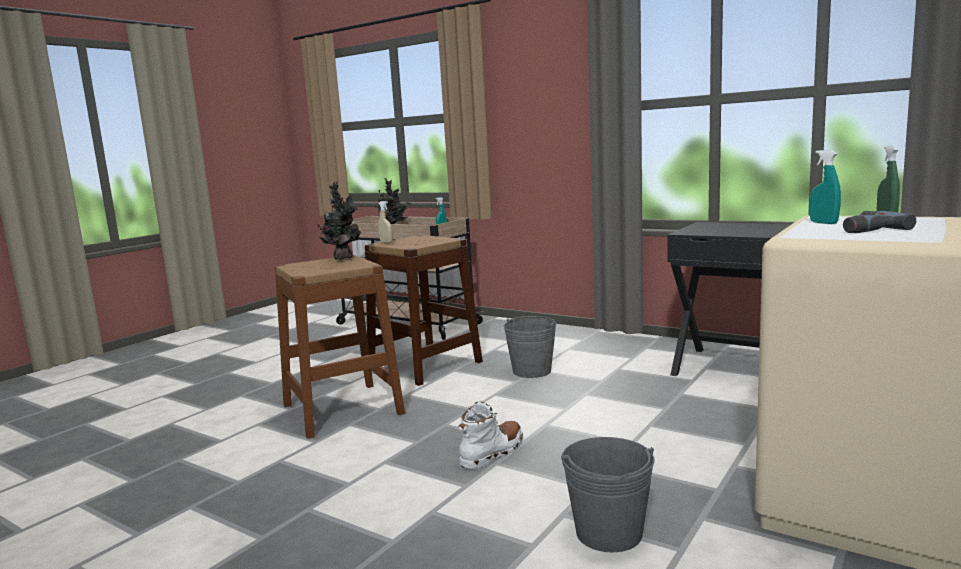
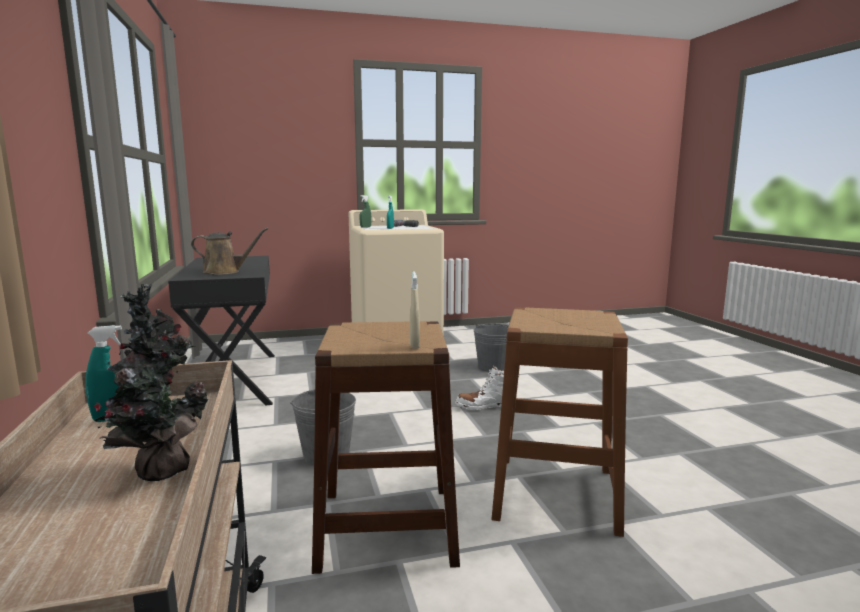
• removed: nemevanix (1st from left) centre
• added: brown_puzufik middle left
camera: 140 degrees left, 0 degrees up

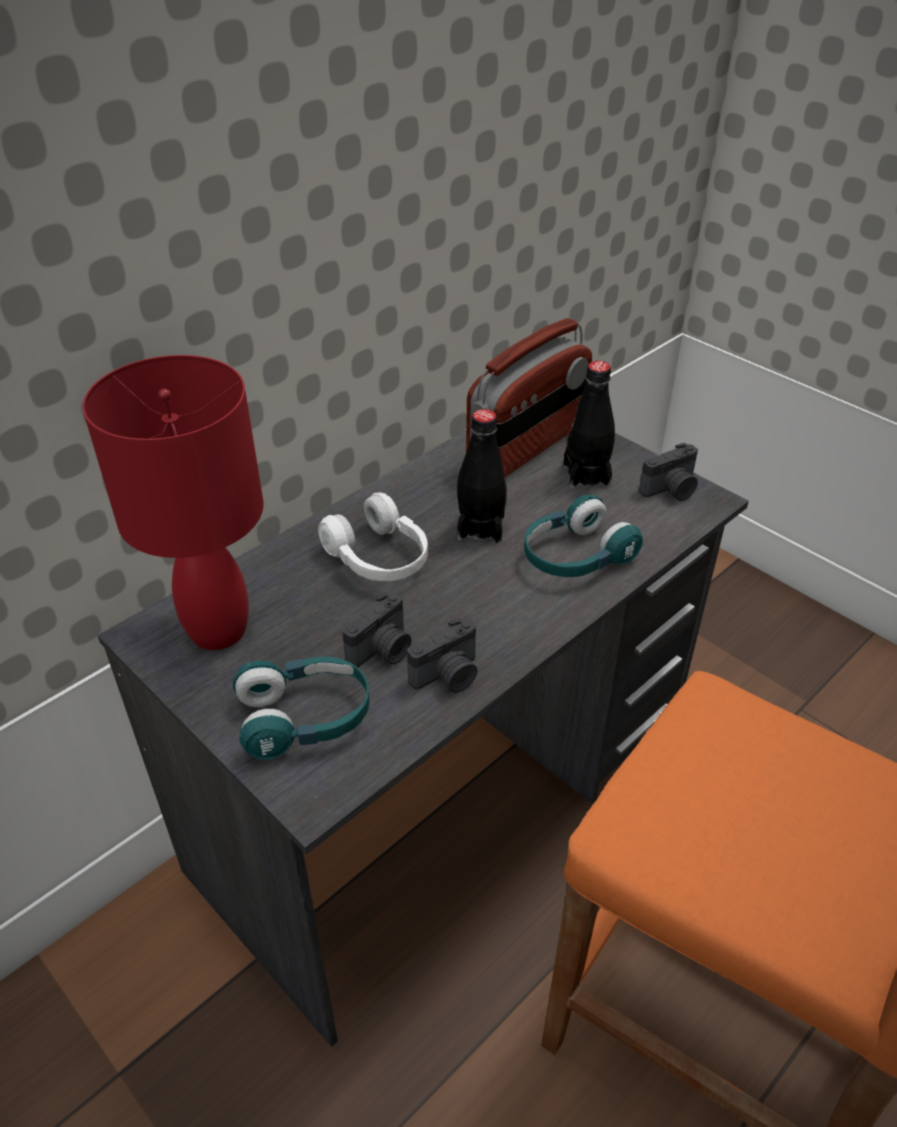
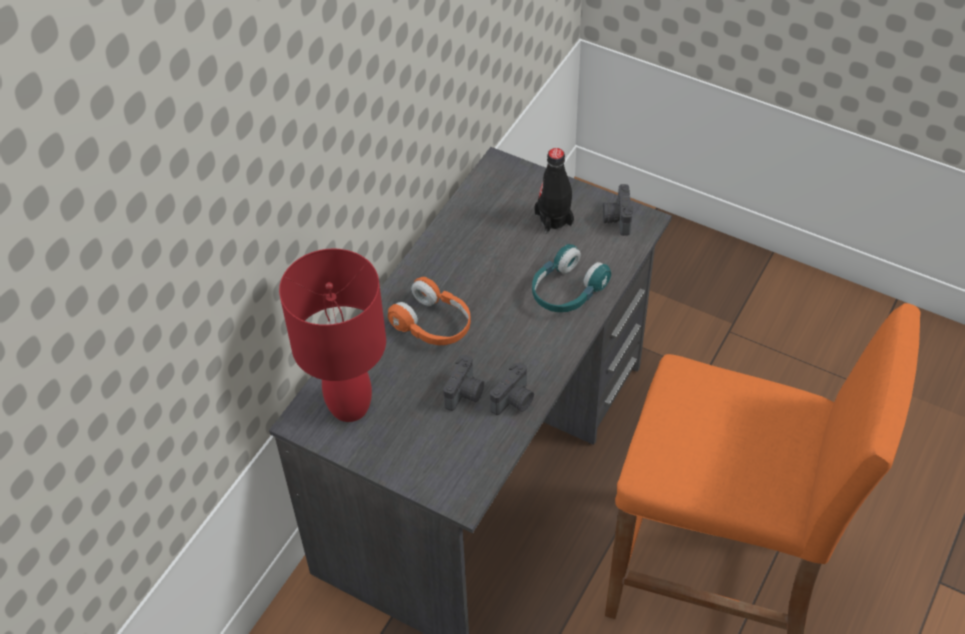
• removed: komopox centre
• removed: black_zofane (1st from left) centre
• turned: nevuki (3rd from left) middle right = top centre 135 degrees clockwise
• recoloured: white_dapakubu centre to orange_dapakubu centre
• removed: turquoise_dapakubu (1st from left) centre
camera: 15 degrees left, 10 degrees up

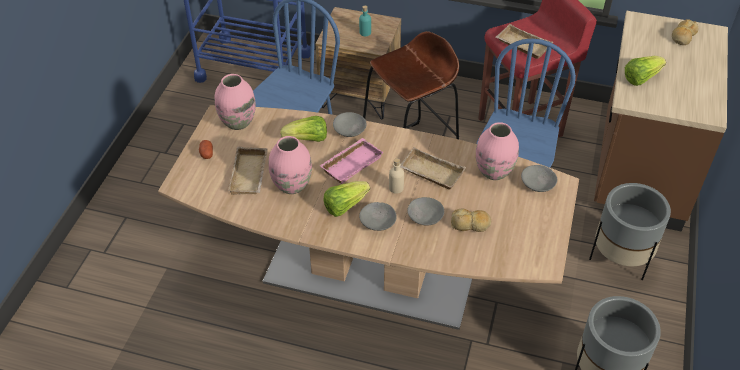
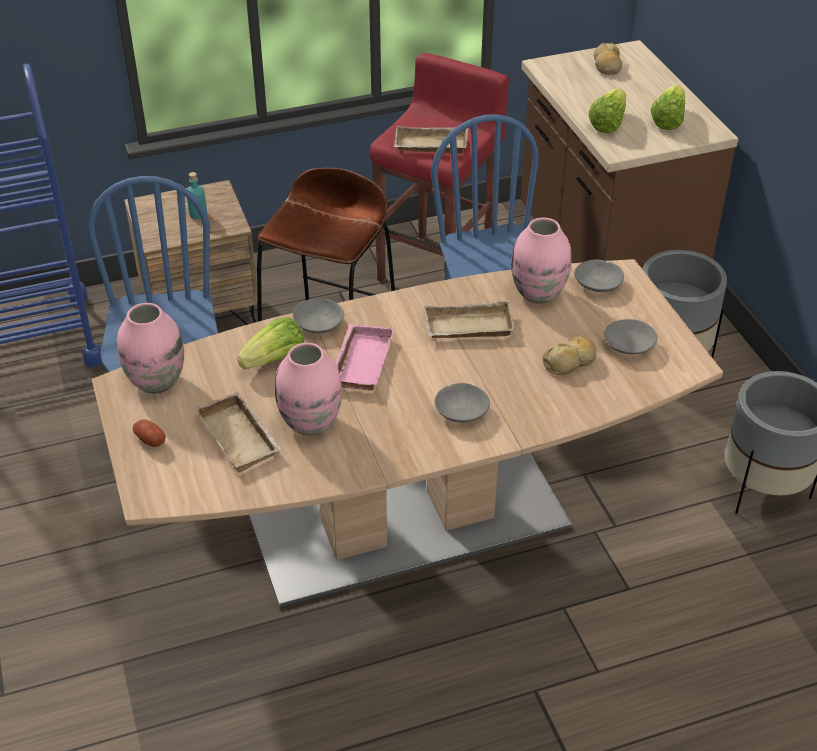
• removed: beige_zofane centre
• moved: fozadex (2nd from left in the first image) centre to fozadex (3rd from left) top right
• moved: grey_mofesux (3rd from left in the first image) centre to grey_mofesux (4th from left) middle right
camera: 35 degrees left, 5 degrees down

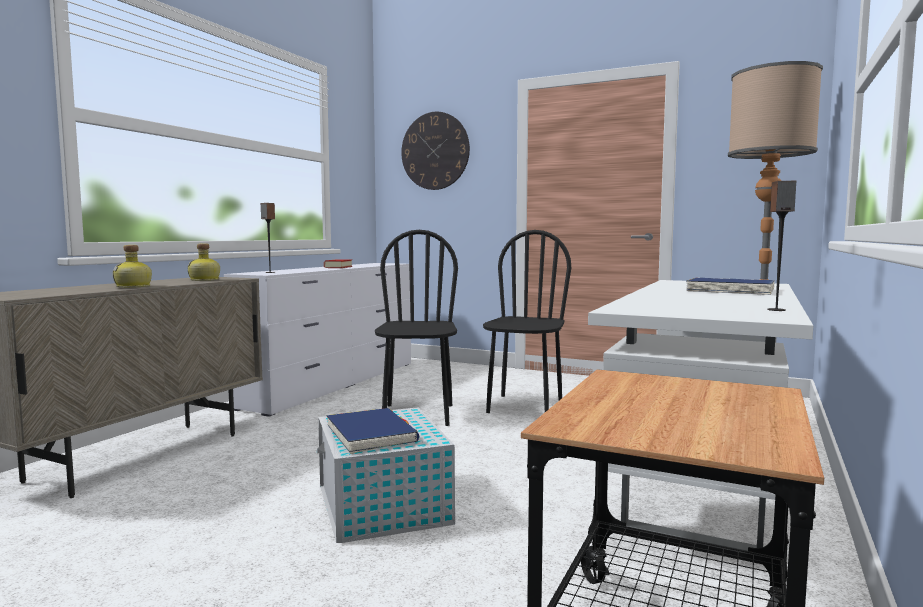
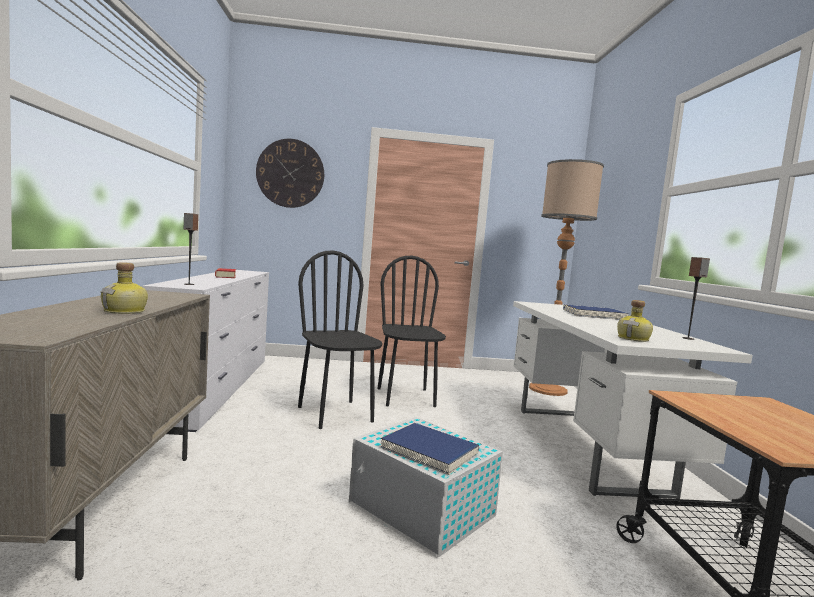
• moved: zofane (2nd from left) middle left to middle right
camera: 30 degrees left, 0 degrees up

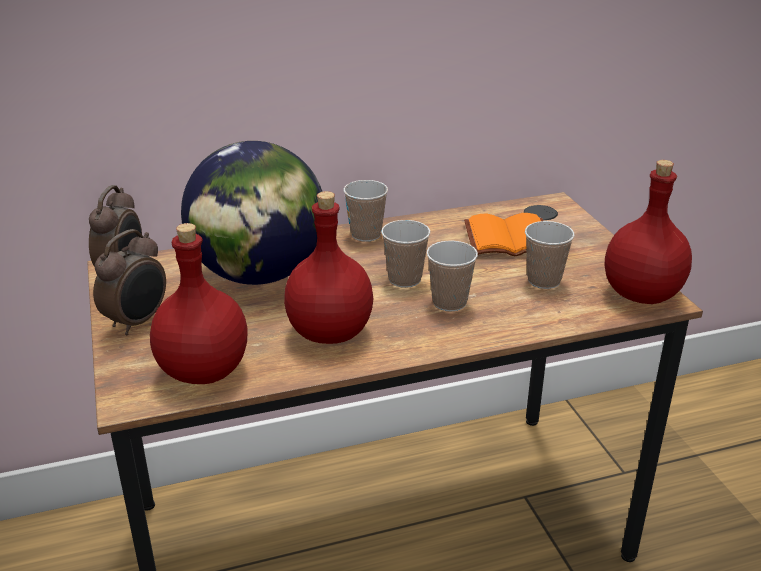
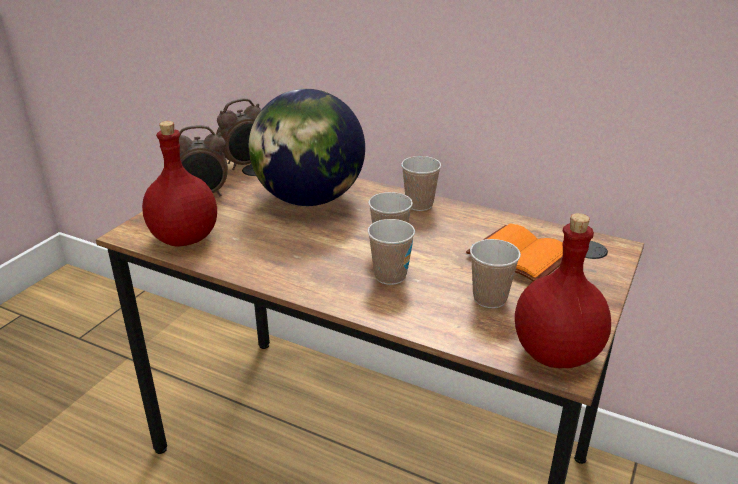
• removed: red_zofane (2nd from left) centre
camera: 45 degrees right, 0 degrees up

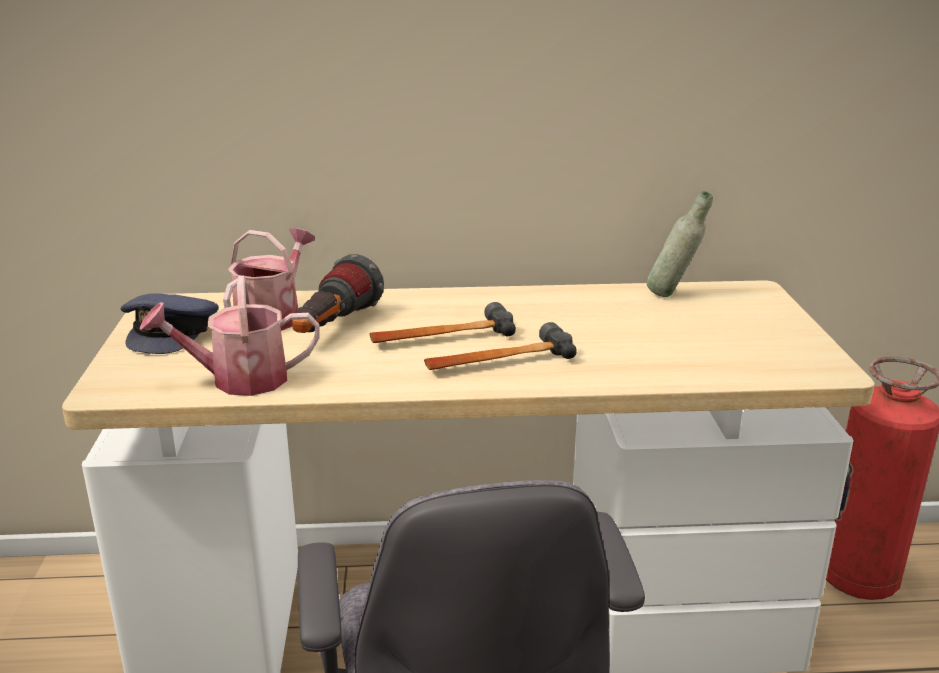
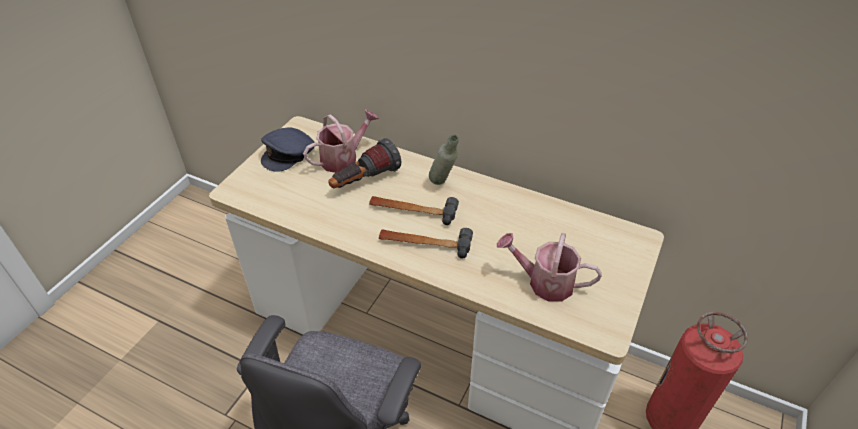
• moved: grey_zofane middle right to centre
• moved: puzufik (1st from left in the first image) middle left to puzufik (2nd from left) centre
camera: 30 degrees right, 20 degrees up

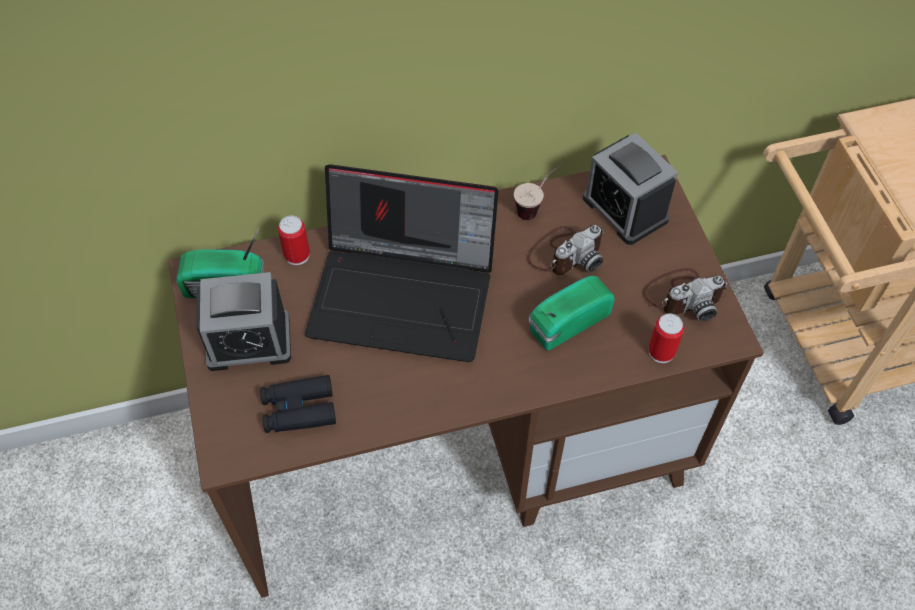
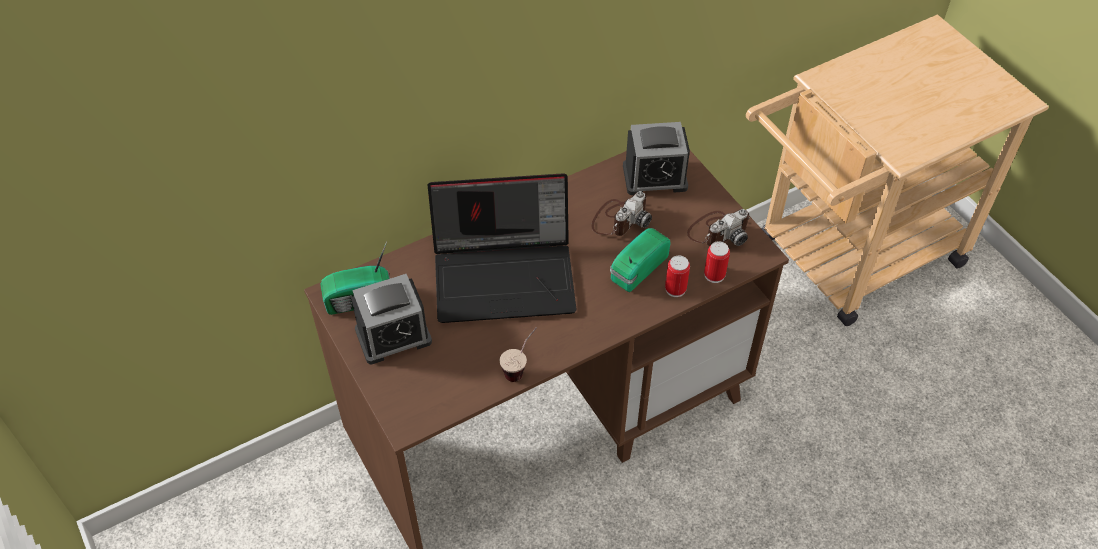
• turned: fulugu (2nd from left) top right = top centre 45 degrees counterclockwise
• moved: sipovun top centre to centre
• moved: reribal (1st from left) middle left to centre
• removed: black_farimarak middle left
camera: 15 degrees left, 5 degrees down

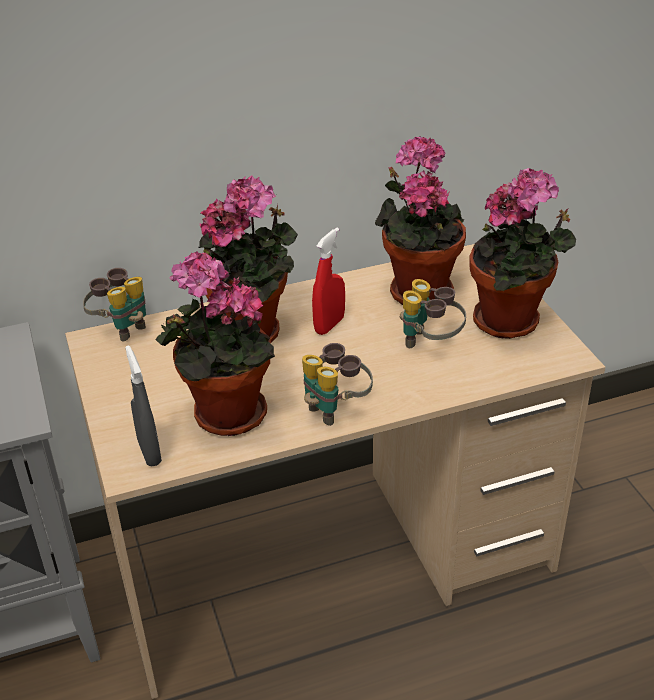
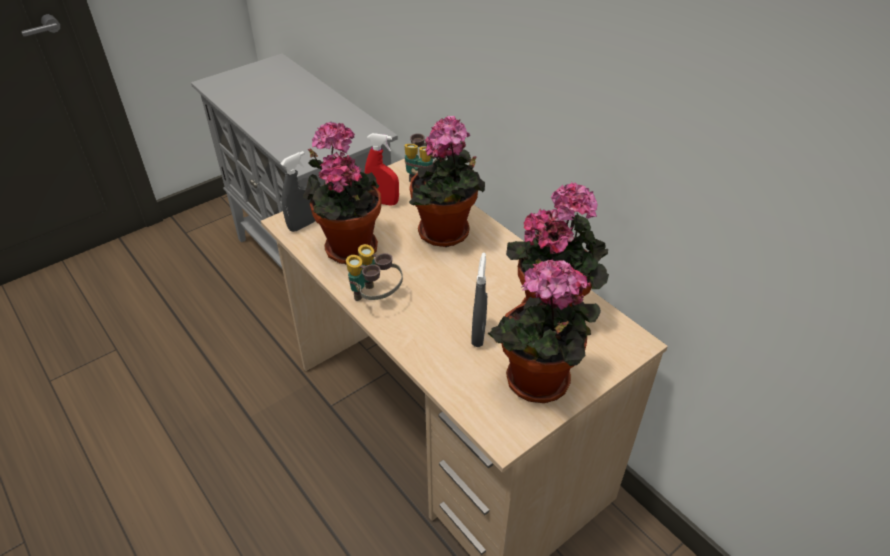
• moved: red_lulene centre to top centre
• replaced: farimarak (3rd from left) centre to grey_lulene (2nd from left) centre
camera: 70 degrees right, 5 degrees up

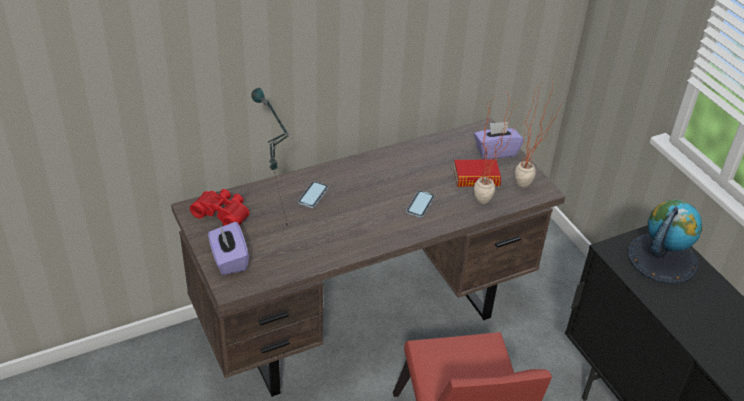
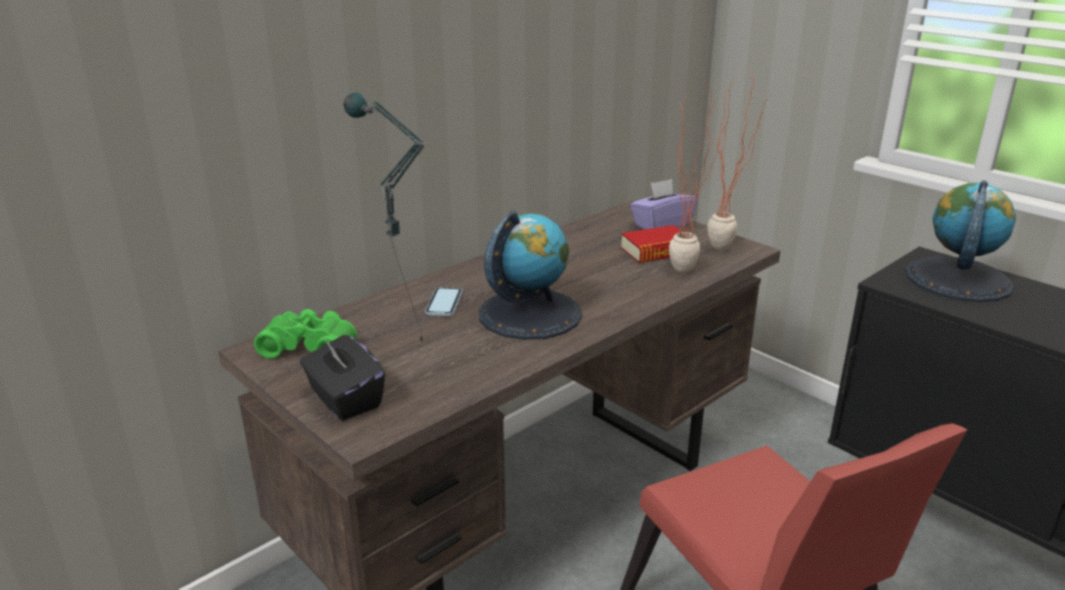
• recoloured: red_farimarak middle left to green_farimarak middle left
• removed: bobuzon (2nd from left) centre
• recoloured: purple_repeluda (1st from left) middle left to black_repeluda middle left
• added: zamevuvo (1st from left) centre
camera: 15 degrees left, 15 degrees down

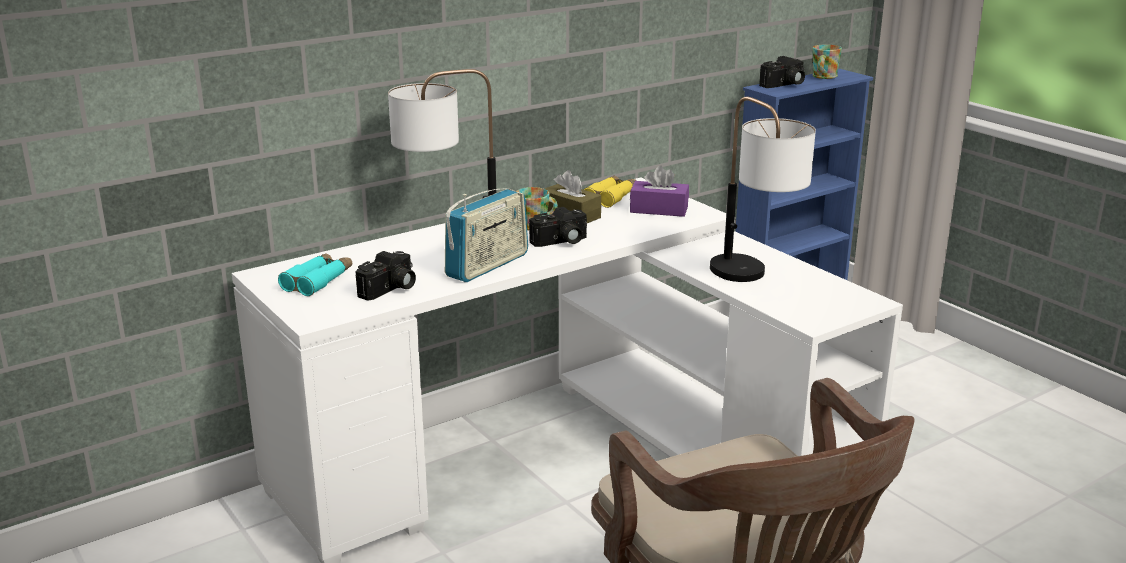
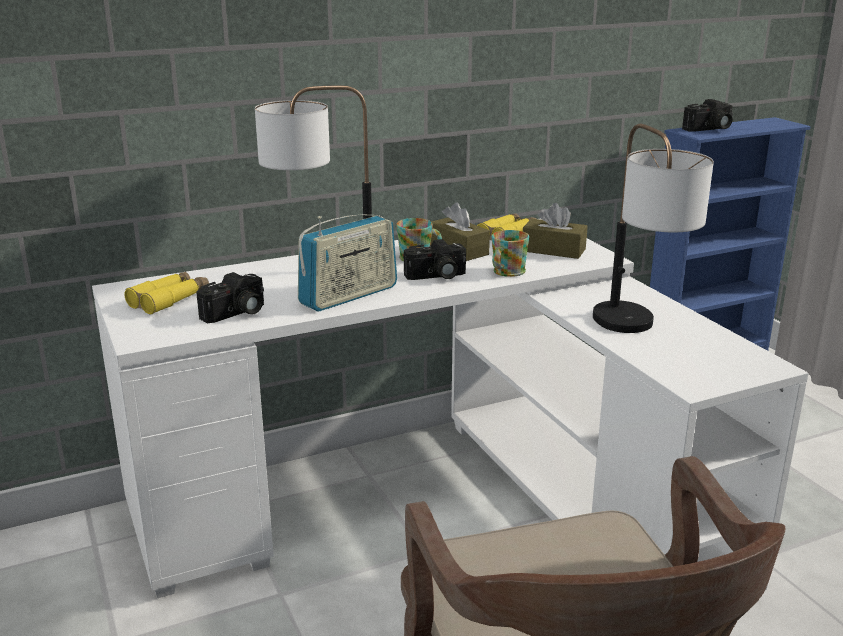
• moved: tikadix (2nd from left) top right to centre
• recoloured: purple_repeluda centre to brown_repeluda (2nd from left) centre
• recoloured: turquoise_farimarak middle left to yellow_farimarak (1st from left) middle left
camera: 10 degrees right, 0 degrees up

